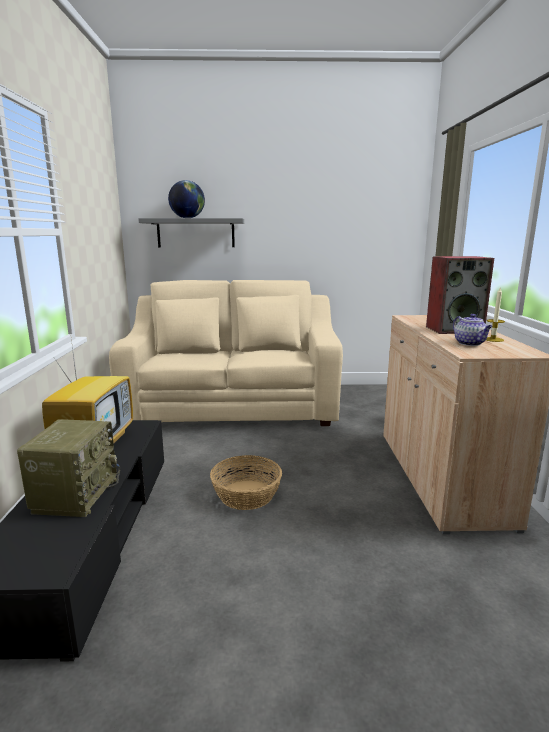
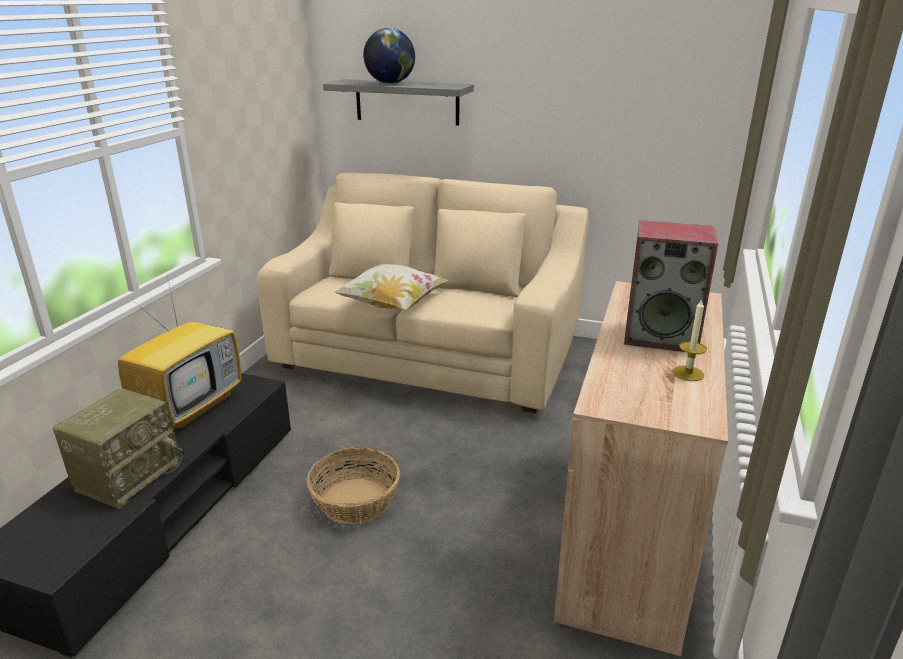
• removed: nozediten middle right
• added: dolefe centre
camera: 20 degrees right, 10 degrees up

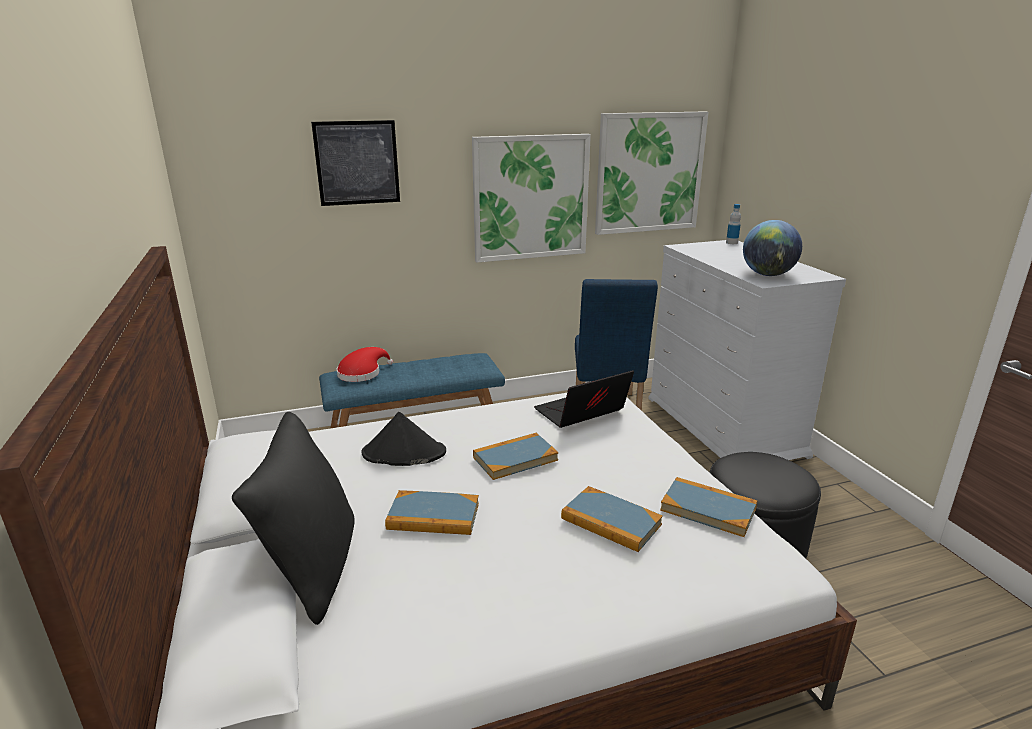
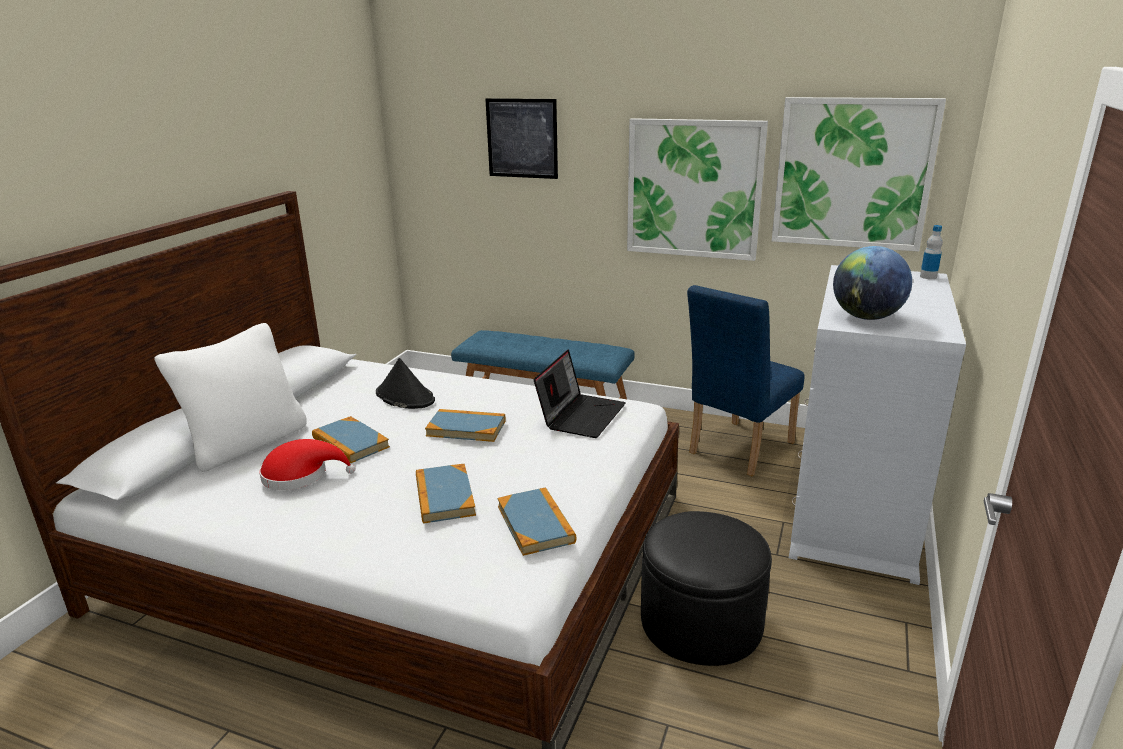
• moved: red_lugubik centre to middle left
• turned: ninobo centre = centre 105 degrees clockwise
• recoloured: black_dolefe bottom left to white_dolefe middle left
camera: 40 degrees right, 0 degrees up

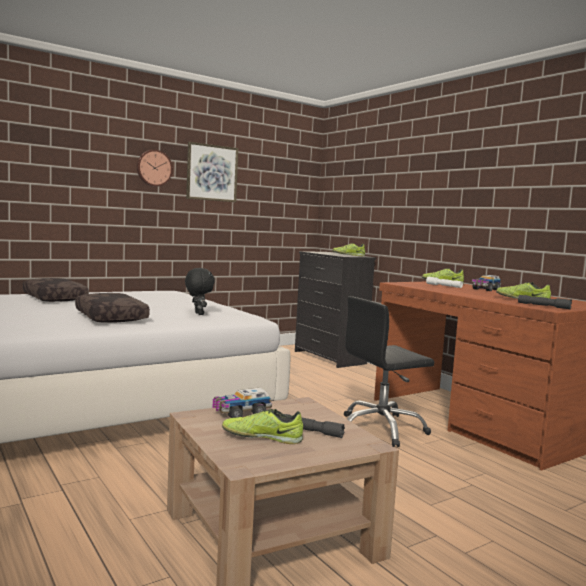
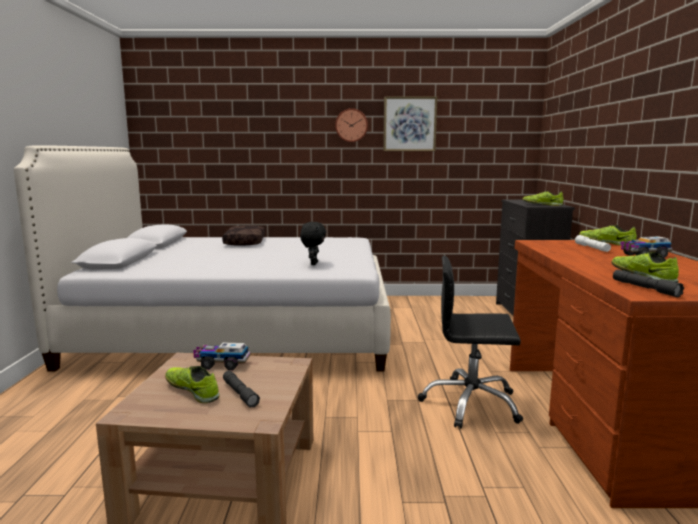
• removed: brown_dolefe (2nd from left) middle left
camera: 35 degrees right, 5 degrees up

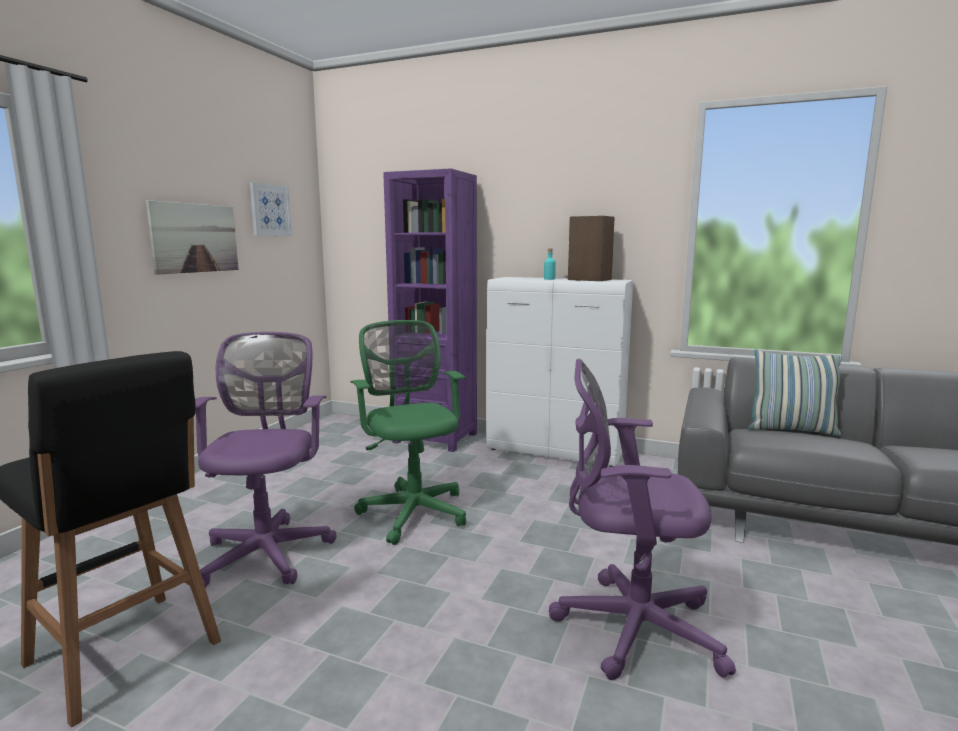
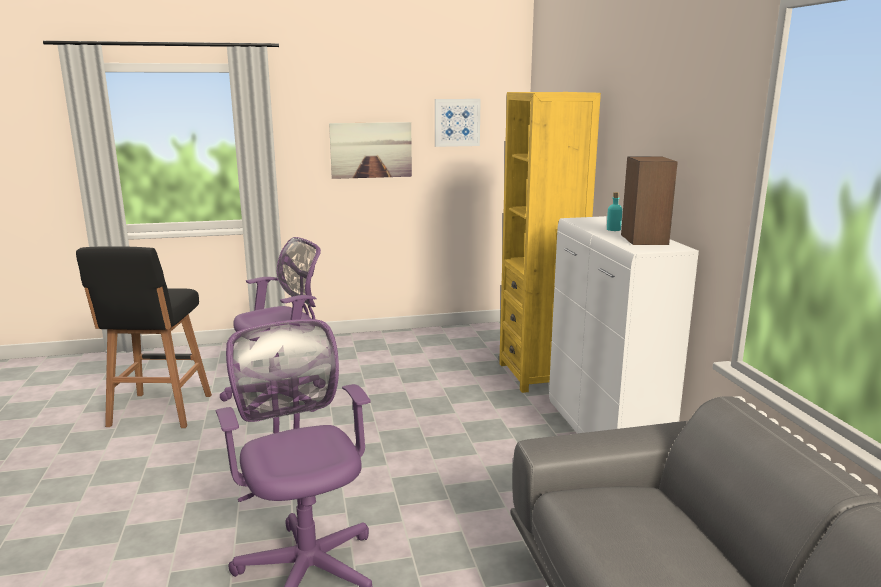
• recoloured: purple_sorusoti centre to yellow_sorusoti centre
• removed: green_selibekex centre
• removed: dolefe middle right
camera: 55 degrees right, 5 degrees up

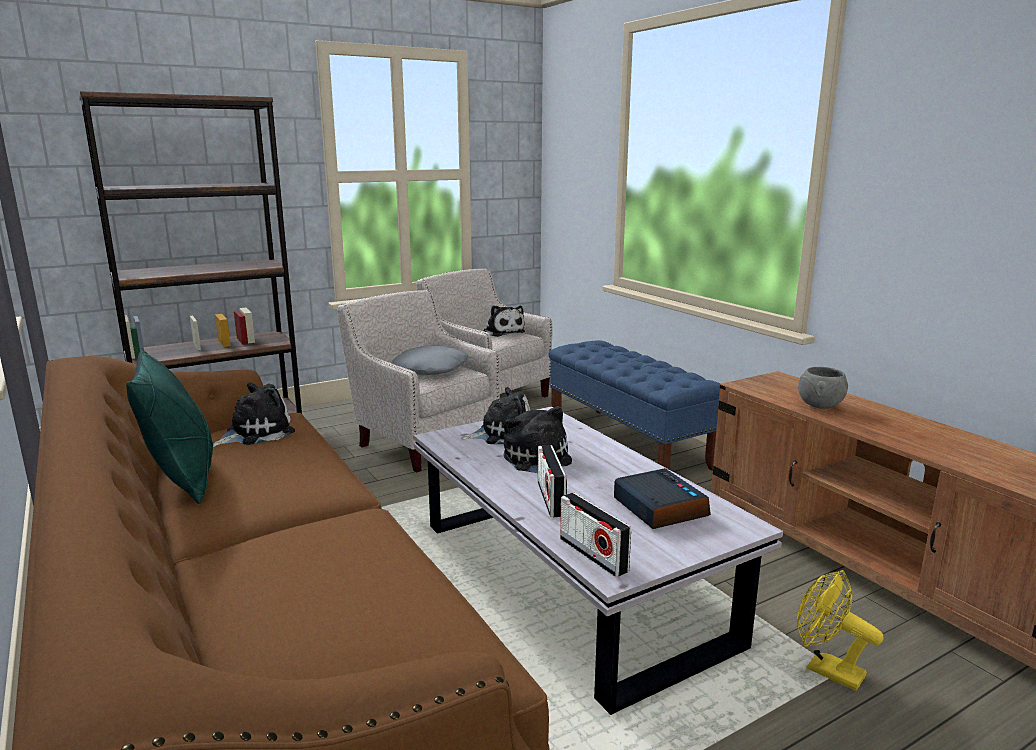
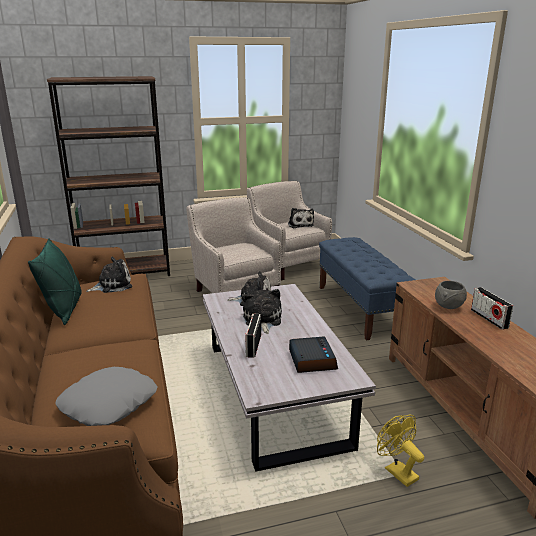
• moved: grey_dolefe centre to bottom left
• moved: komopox (2nd from left) bottom centre to middle right
camera: 15 degrees right, 5 degrees up

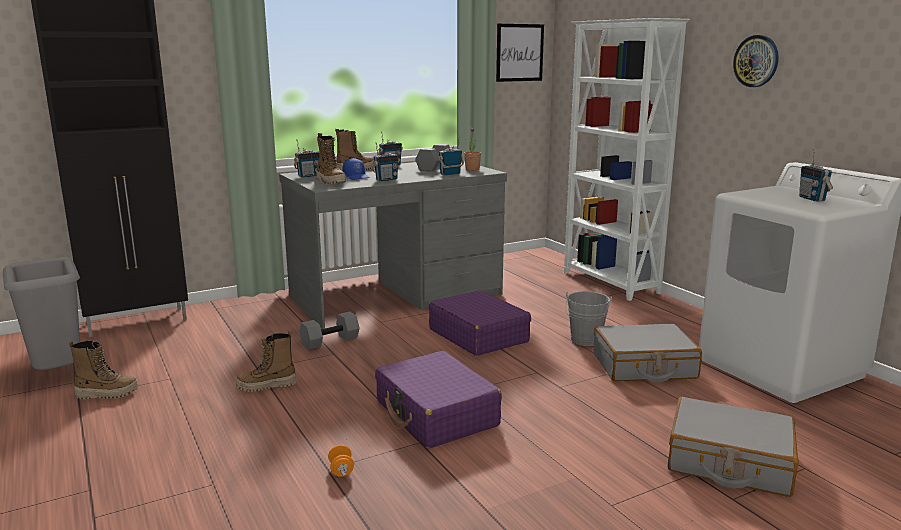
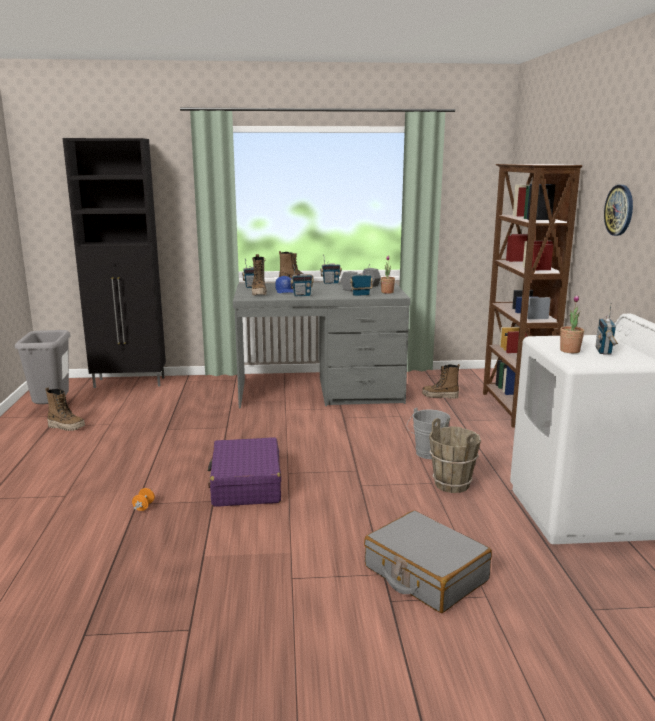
• recoloured: white_sorusoti top right to brown_sorusoti middle right
• removed: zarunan top centre
• removed: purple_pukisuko (2nd from left) centre
• removed: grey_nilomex (1st from left) centre
• replaced: grey_pukisuko (1st from left) middle right to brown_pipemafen middle right
• moved: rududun (2nd from left in the first image) bottom left to rududun (4th from left) middle right
• added: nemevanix (2nd from left) middle right
camera: 25 degrees right, 0 degrees up

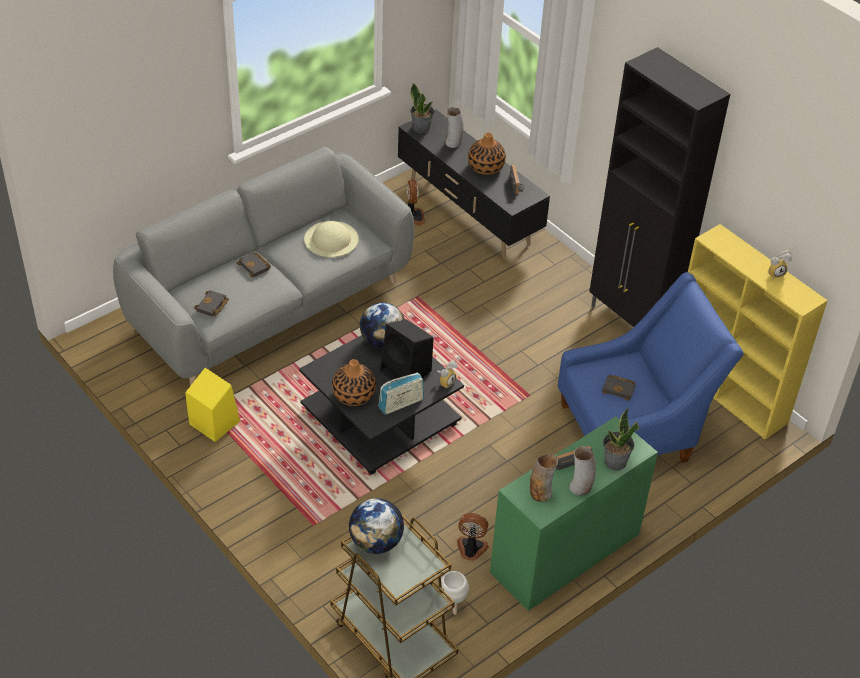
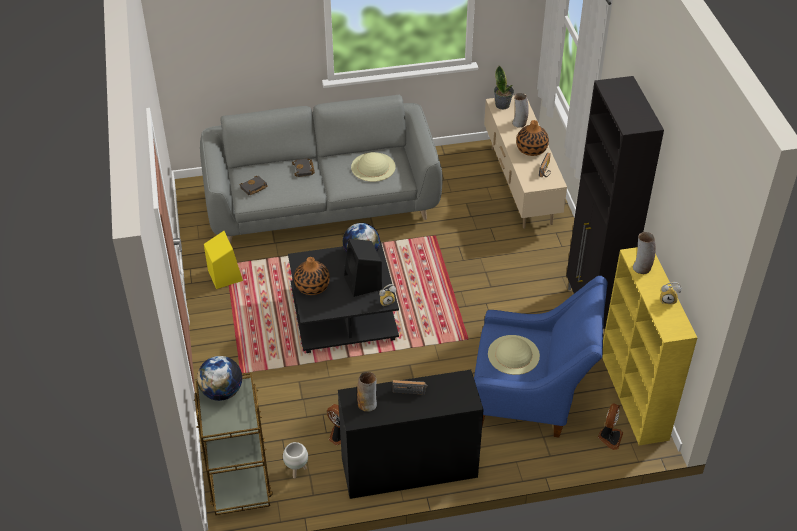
• recoloured: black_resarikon top centre to beige_resarikon top centre
• moved: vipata (1st from left in the first image) top centre to vipata (2nd from left) bottom right
• removed: komopox (1st from left) centre
• replaced: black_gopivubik (3rd from left) middle right to beige_lugubik (2nd from left) bottom centre
• removed: nemevanix (2nd from left) middle right
• recoloured: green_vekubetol bottom right to black_vekubetol bottom centre
• moved: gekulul (5th from left) bottom right to middle right
camera: 30 degrees right, 0 degrees up

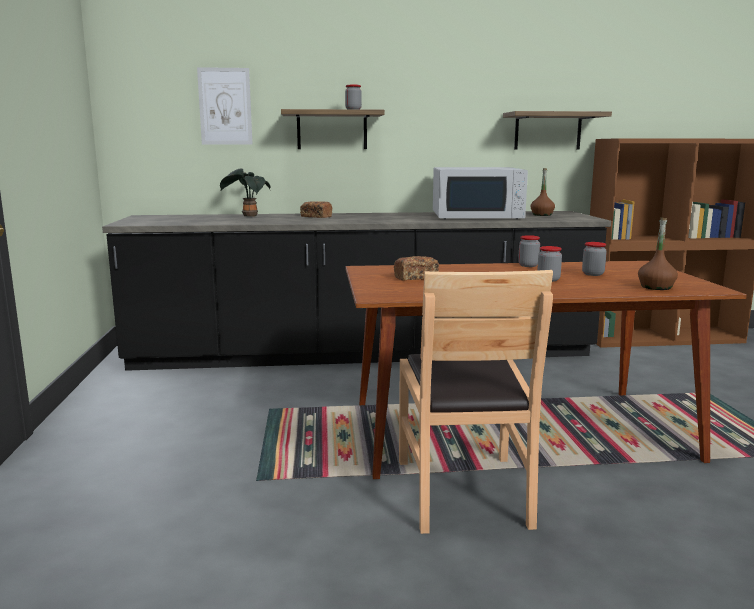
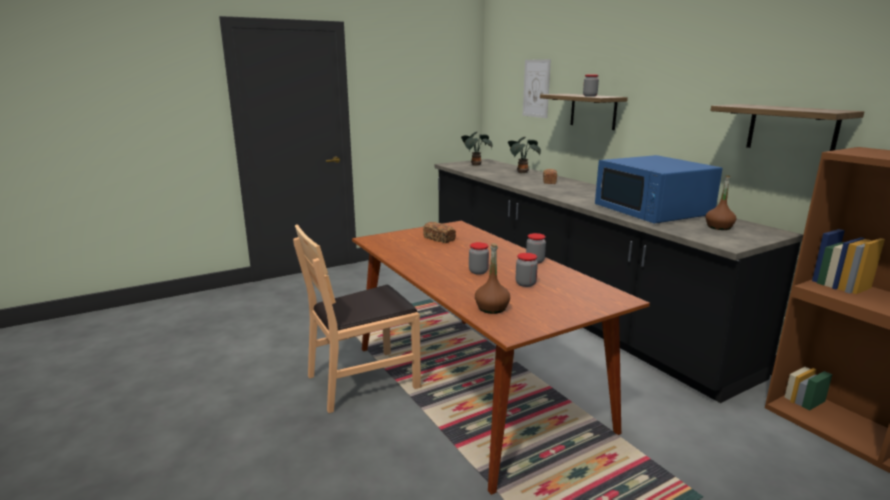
• recoloured: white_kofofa top centre to blue_kofofa middle right
• added: nemevanix (1st from left) top centre
camera: 65 degrees right, 5 degrees up

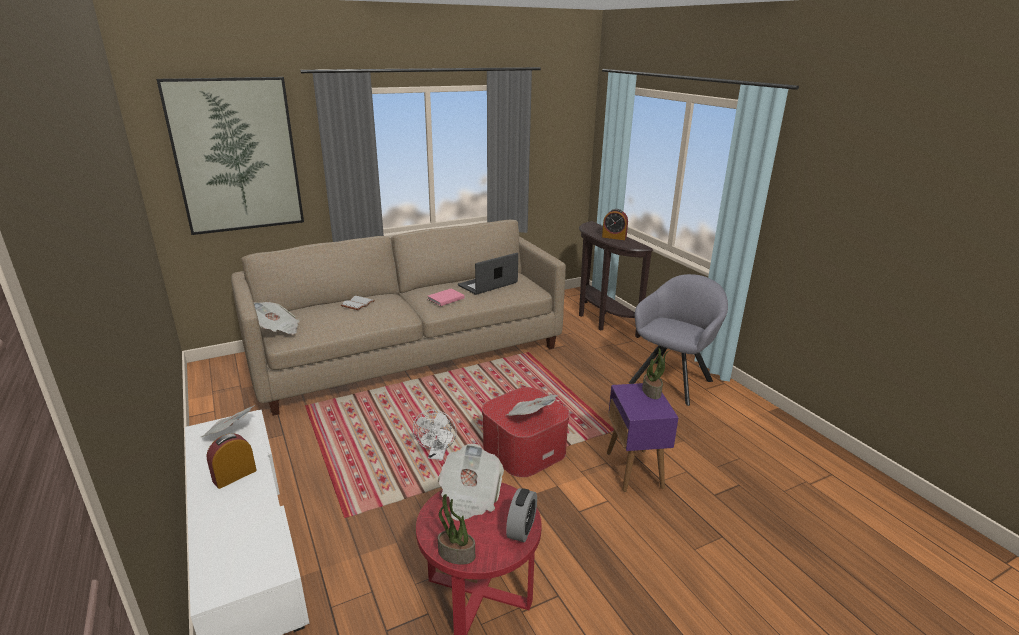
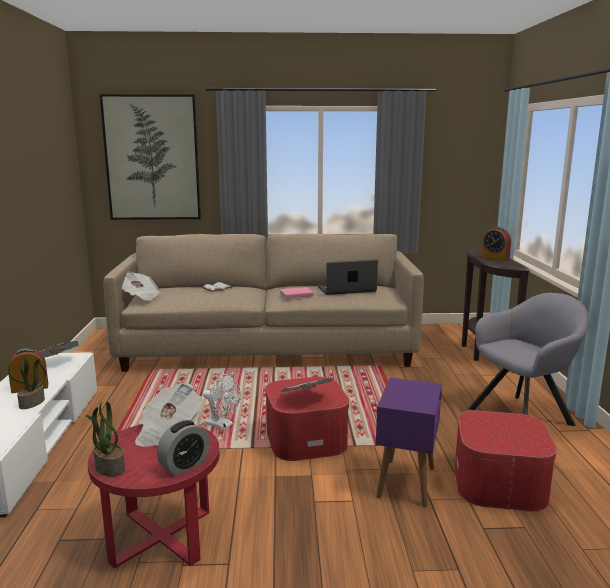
• moved: nemevanix (2nd from left in the first image) centre to nemevanix (1st from left) middle left
• turned: white_vipata bottom centre = bottom centre 90 degrees counterclockwise
• added: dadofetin (2nd from left) bottom right
camera: 25 degrees right, 10 degrees down

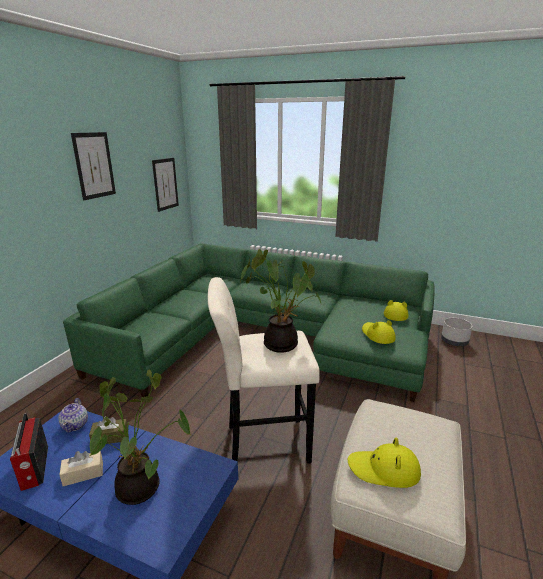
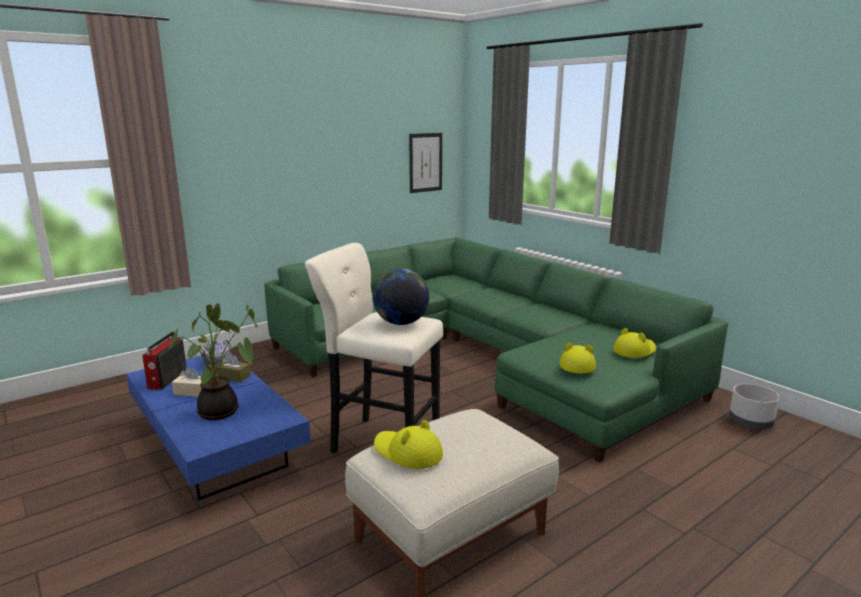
• removed: zarunan (1st from left) top left
• replaced: nemevanix (2nd from left) centre to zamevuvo centre
camera: 30 degrees right, 5 degrees down

